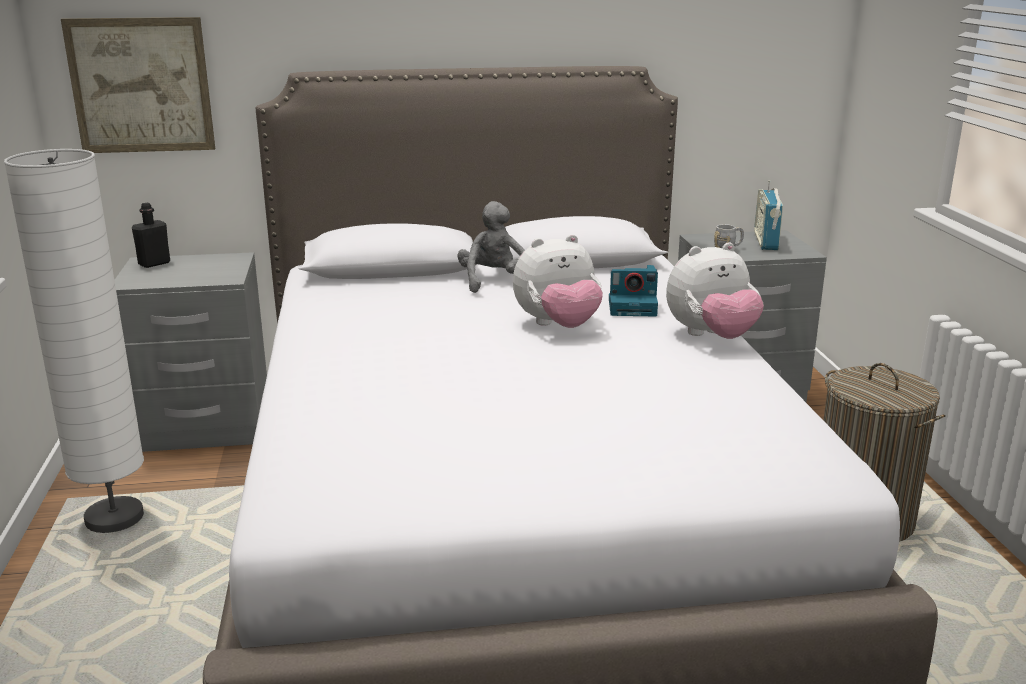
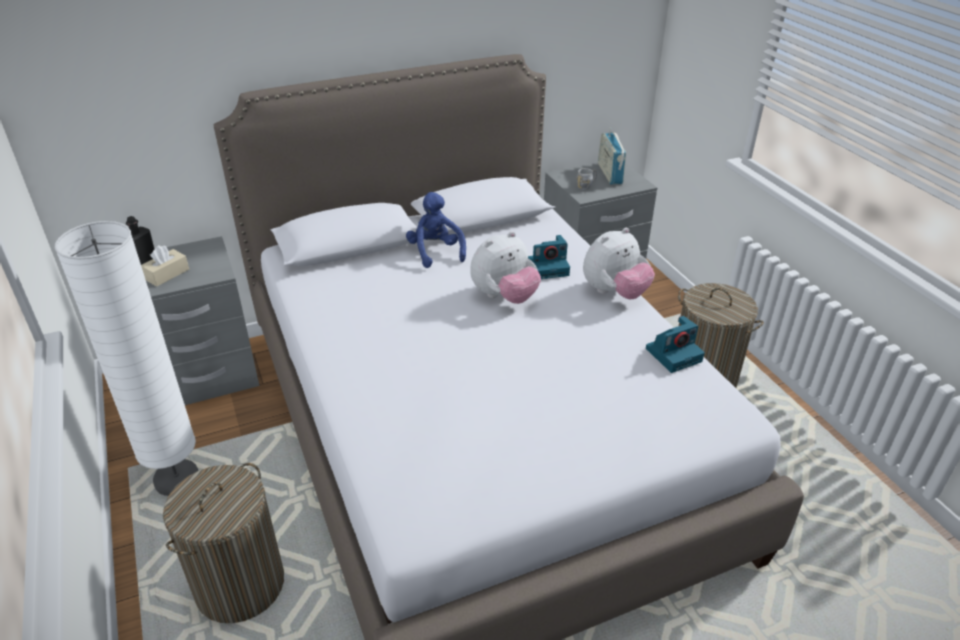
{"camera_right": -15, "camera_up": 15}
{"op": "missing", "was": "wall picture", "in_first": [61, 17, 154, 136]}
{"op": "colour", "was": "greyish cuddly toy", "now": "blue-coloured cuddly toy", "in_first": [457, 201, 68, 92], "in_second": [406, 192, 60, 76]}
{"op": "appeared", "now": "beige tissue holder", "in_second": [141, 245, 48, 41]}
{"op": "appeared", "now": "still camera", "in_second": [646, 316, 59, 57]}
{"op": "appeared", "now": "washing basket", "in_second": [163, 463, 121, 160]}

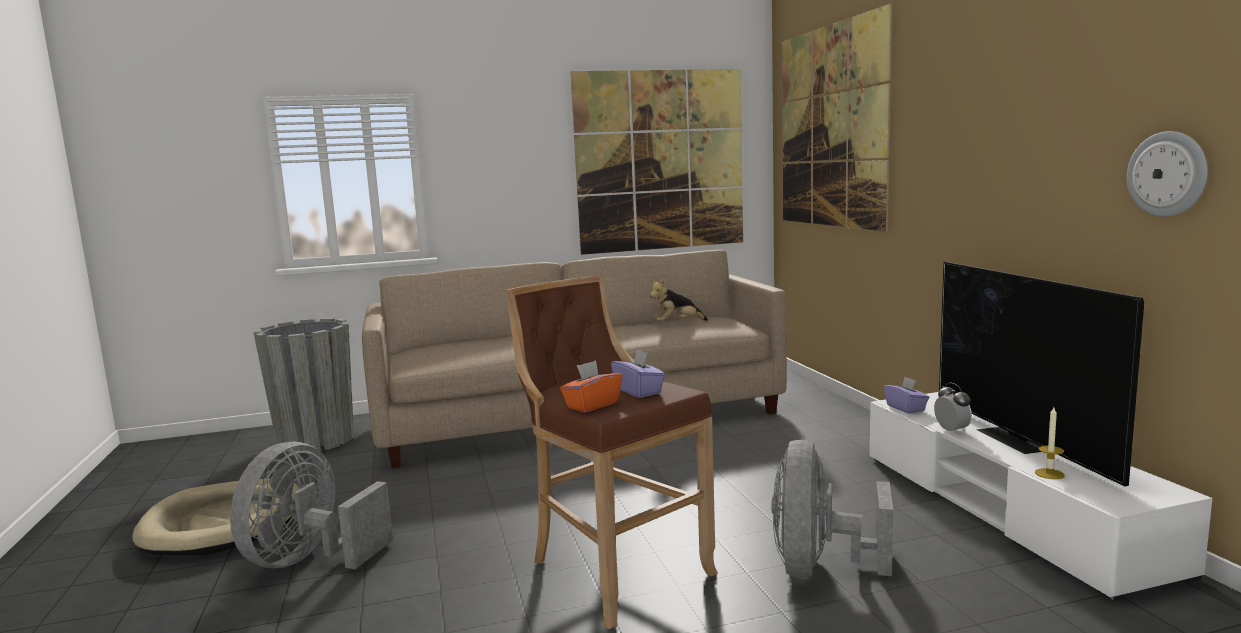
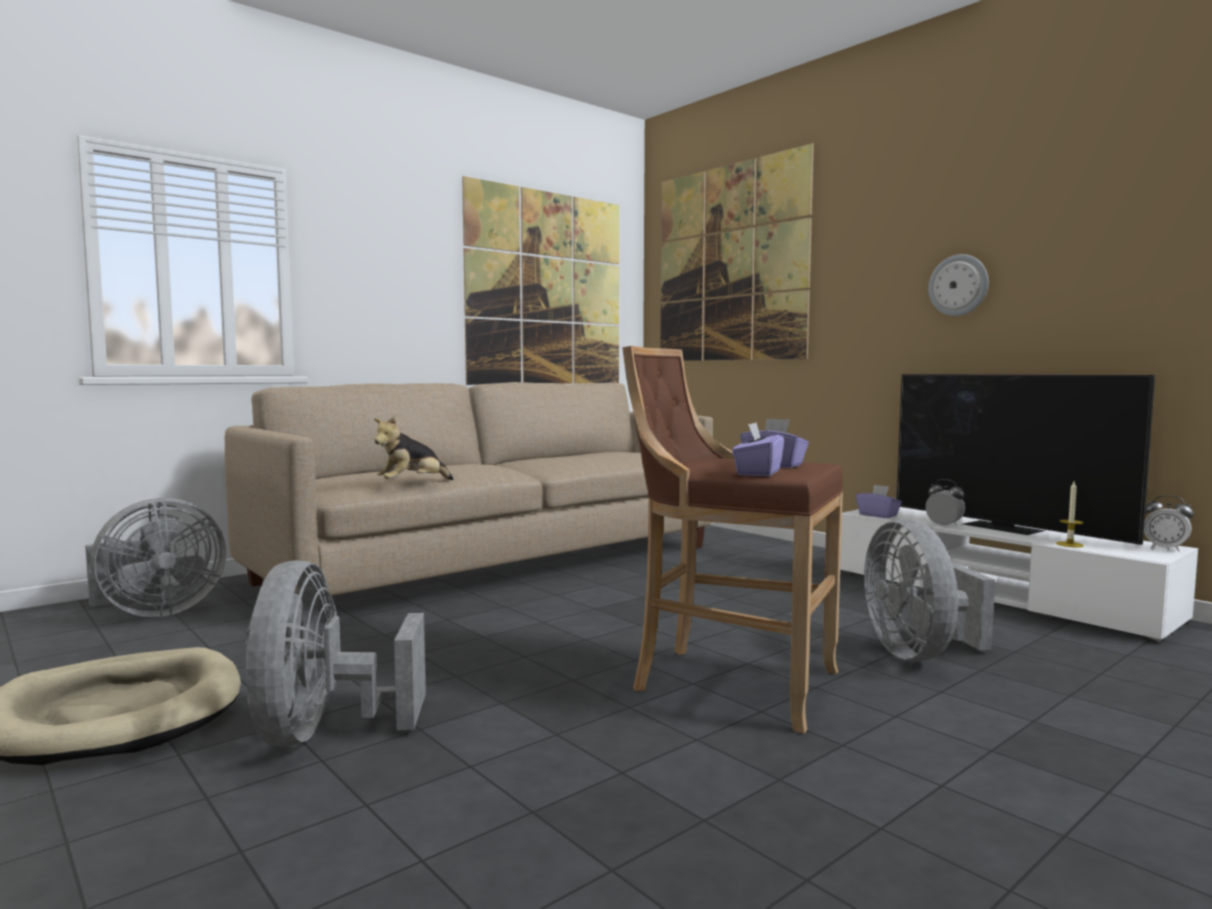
{"camera_right": -25, "camera_up": -5}
{"op": "relocated", "was": "clock on the wall", "in_first": [1127, 131, 81, 86], "in_second": [928, 254, 60, 62]}
{"op": "relocated", "was": "cuddly toy", "in_first": [650, 279, 58, 42], "in_second": [374, 417, 80, 63]}
{"op": "exchanged", "was": "greyish plant pot", "now": "greyish cooling fan", "in_first": [253, 318, 101, 136], "in_second": [85, 498, 141, 119]}
{"op": "colour", "was": "orangey tissue holder", "now": "purple tissue holder", "in_first": [560, 360, 62, 53], "in_second": [732, 422, 52, 55]}
{"op": "appeared", "now": "bedside clock", "in_second": [1144, 495, 50, 57]}

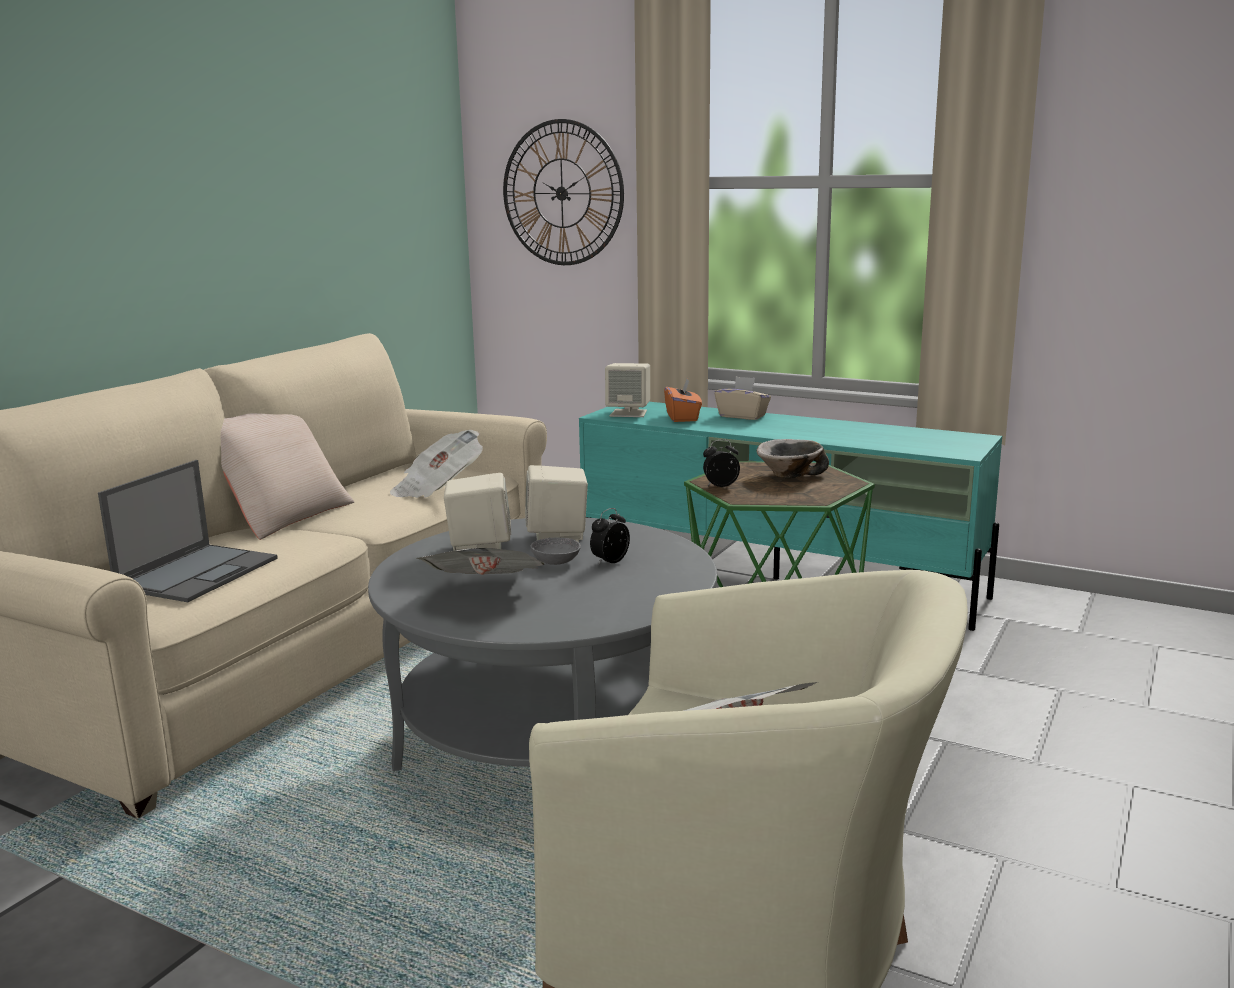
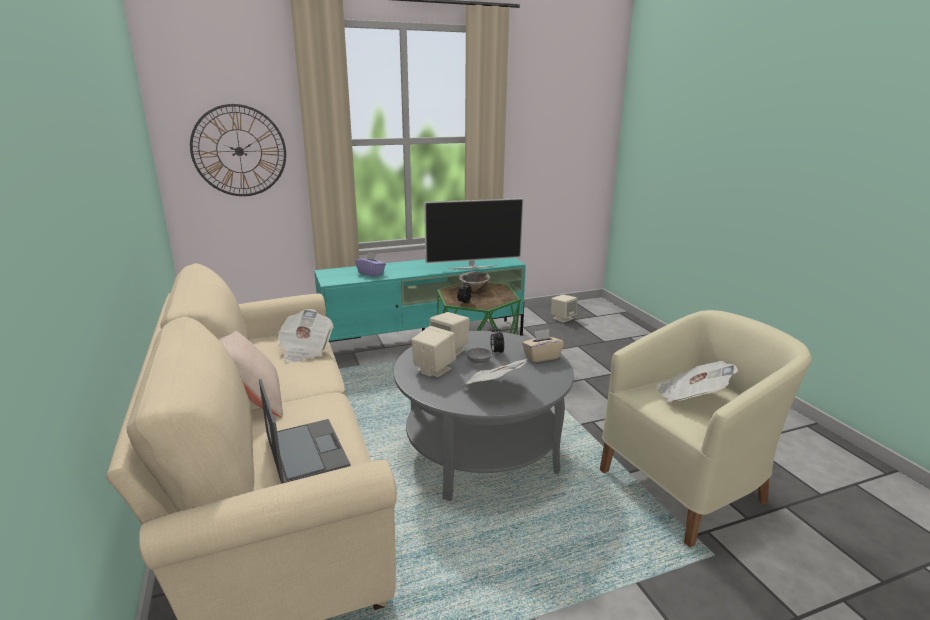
{"camera_right": -50, "camera_up": 5}
{"op": "relocated", "was": "beige audio speaker", "in_first": [605, 363, 45, 54], "in_second": [551, 295, 26, 28]}
{"op": "relocated", "was": "beige tissue holder", "in_first": [714, 376, 57, 44], "in_second": [522, 329, 42, 34]}
{"op": "colour", "was": "orangey tissue holder", "now": "purple tissue holder", "in_first": [664, 379, 38, 43], "in_second": [355, 252, 31, 25]}
{"op": "appeared", "now": "TV set", "in_second": [424, 198, 100, 71]}

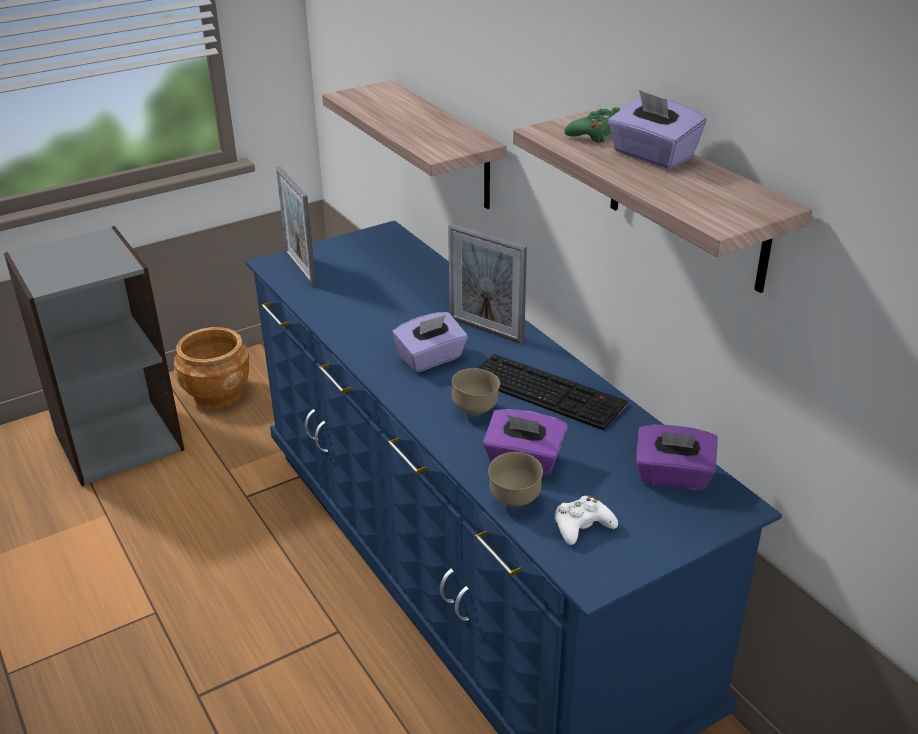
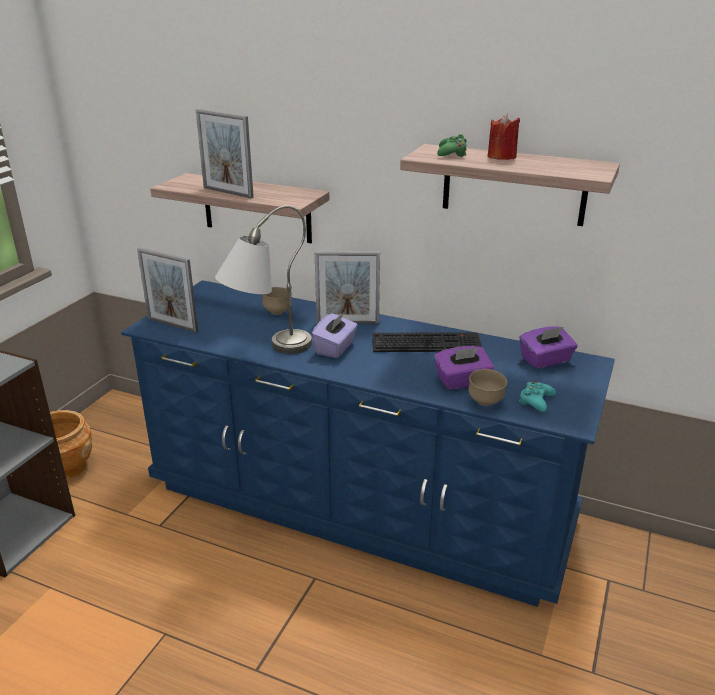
{"camera_right": -35, "camera_up": -5}
{"op": "exchanged", "was": "purple tissue holder", "now": "reddish candle", "in_first": [608, 90, 98, 79], "in_second": [488, 113, 32, 47]}
{"op": "relocated", "was": "brownish bowl", "in_first": [452, 368, 48, 48], "in_second": [262, 287, 30, 28]}
{"op": "colour", "was": "white-coloured game controller", "now": "turquoise game controller", "in_first": [555, 495, 63, 50], "in_second": [519, 381, 37, 31]}
{"op": "appeared", "now": "standing frame", "in_second": [196, 109, 58, 89]}
{"op": "appeared", "now": "greyish lamp for a table", "in_second": [215, 205, 97, 149]}

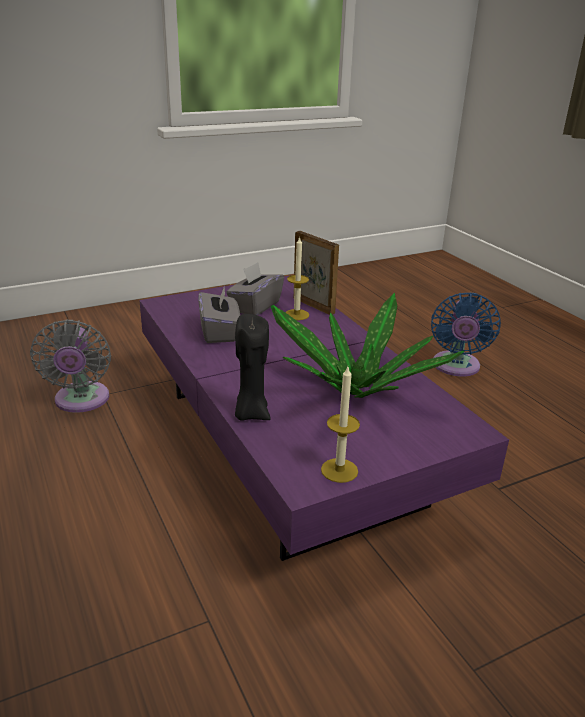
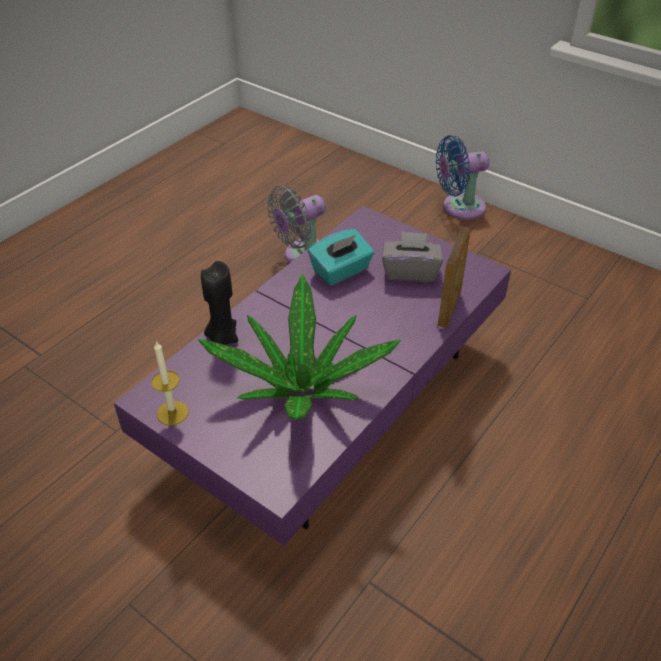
{"camera_right": 65, "camera_up": 15}
{"op": "missing", "was": "candle", "in_first": [285, 236, 24, 84]}
{"op": "colour", "was": "greyish tissue holder", "now": "turquoise tissue holder", "in_first": [198, 285, 42, 58], "in_second": [308, 229, 66, 56]}
{"op": "relocated", "was": "blue-coloured cooling fan", "in_first": [431, 292, 70, 84], "in_second": [436, 135, 53, 85]}

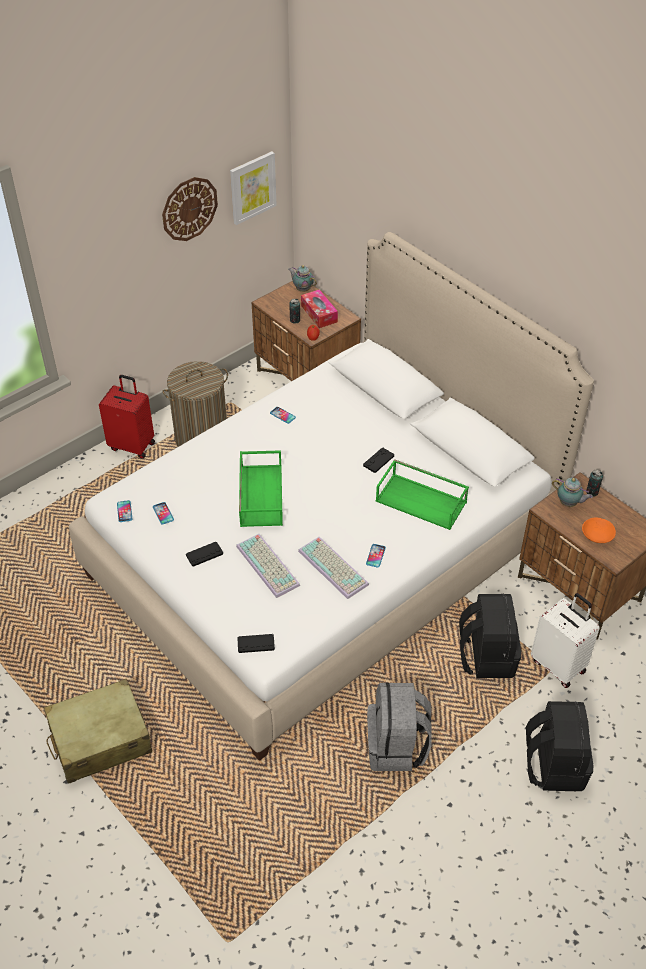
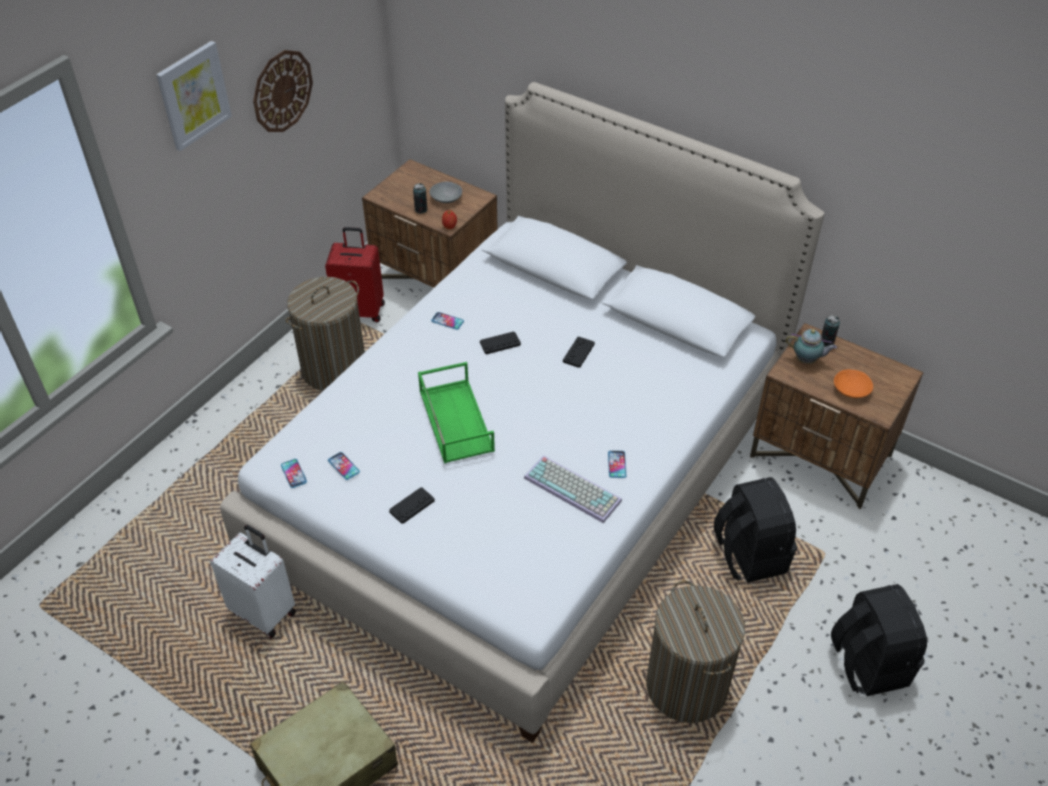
{"camera_right": -15, "camera_up": 0}
{"op": "relocated", "was": "wall picture", "in_first": [230, 151, 47, 74], "in_second": [156, 41, 76, 110]}
{"op": "missing", "was": "teapot", "in_first": [288, 265, 29, 27]}
{"op": "exchanged", "was": "tissue holder", "now": "greyish bowl", "in_first": [301, 289, 37, 39], "in_second": [429, 182, 33, 21]}
{"op": "relocated", "was": "reddish suitcase", "in_first": [99, 375, 56, 84], "in_second": [325, 227, 60, 95]}
{"op": "missing", "was": "green-coloured tray", "in_first": [376, 459, 93, 71]}
{"op": "missing", "was": "keyboard", "in_first": [236, 534, 64, 64]}
{"op": "relocated", "was": "white-coloured suitcase", "in_first": [531, 593, 69, 95], "in_second": [210, 525, 86, 113]}
{"op": "relocated", "was": "black-coloured game controller", "in_first": [237, 634, 38, 19], "in_second": [480, 331, 41, 23]}
{"op": "exchanged", "was": "greyish rucksack", "now": "washing basket", "in_first": [367, 683, 65, 88], "in_second": [646, 580, 99, 143]}

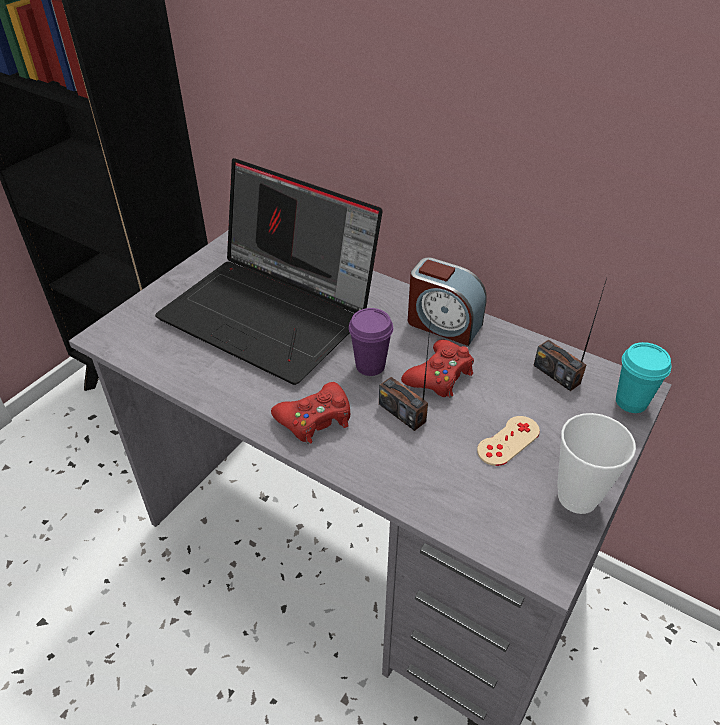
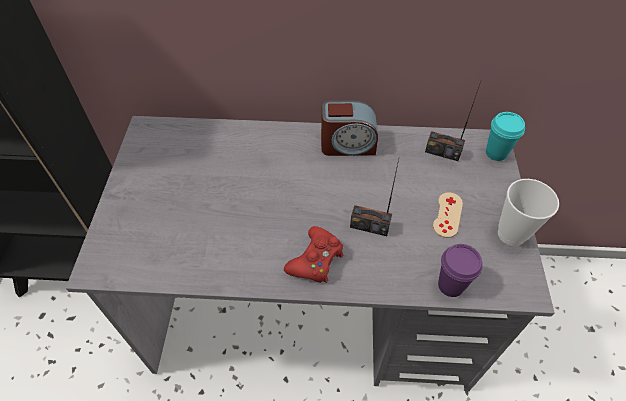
{"camera_right": -30, "camera_up": 10}
{"op": "missing", "was": "laptop", "in_first": [155, 158, 228, 227]}
{"op": "relocated", "was": "purple cup", "in_first": [349, 308, 44, 68], "in_second": [438, 244, 45, 53]}
{"op": "missing", "was": "reddish game controller", "in_first": [401, 340, 73, 58]}

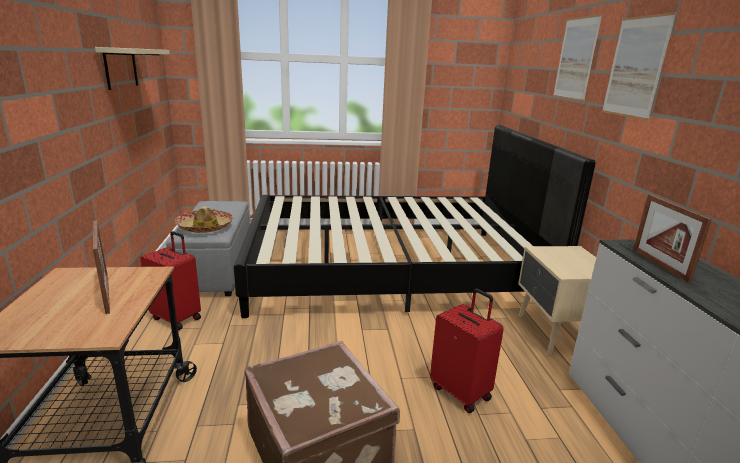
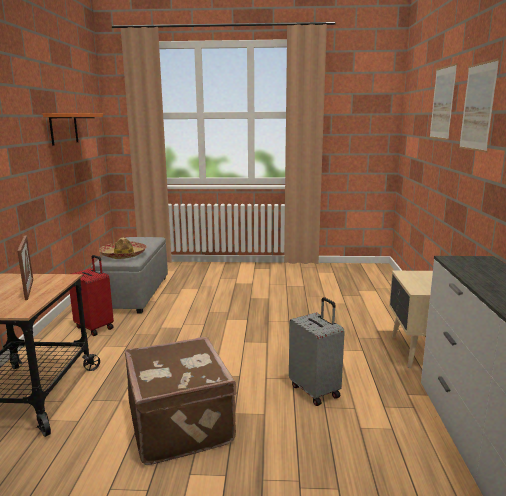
{"camera_right": 10, "camera_up": -5}
{"op": "colour", "was": "beige bracket shelf", "now": "orangey bracket shelf", "in_first": [95, 47, 75, 43], "in_second": [43, 113, 60, 33]}
{"op": "missing", "was": "black-coloured bed", "in_first": [234, 125, 362, 193]}
{"op": "missing", "was": "standing frame", "in_first": [633, 194, 79, 89]}
{"op": "colour", "was": "reddish suitcase", "now": "greyish suitcase", "in_first": [430, 289, 74, 124], "in_second": [289, 297, 56, 109]}

